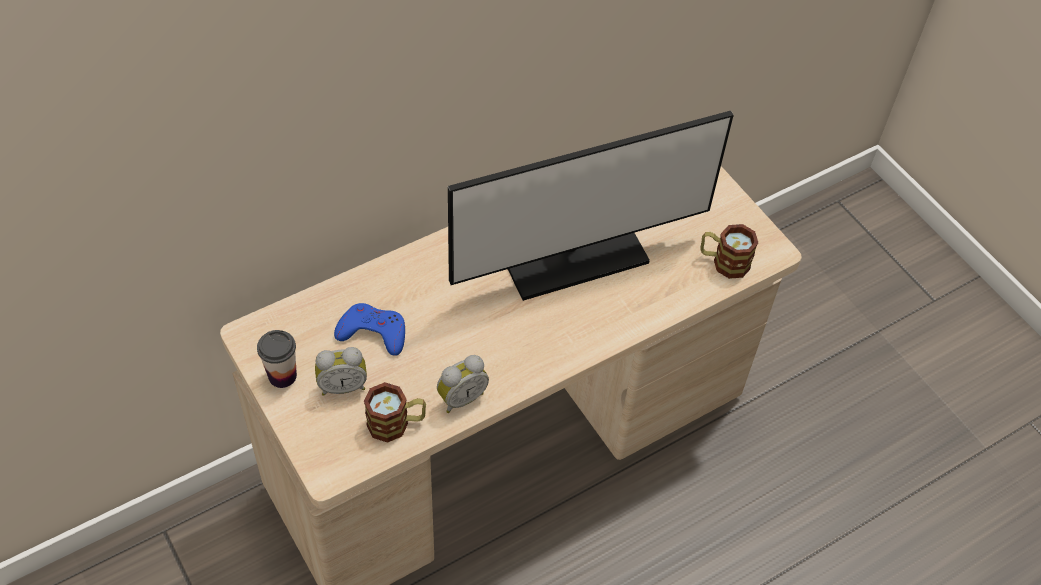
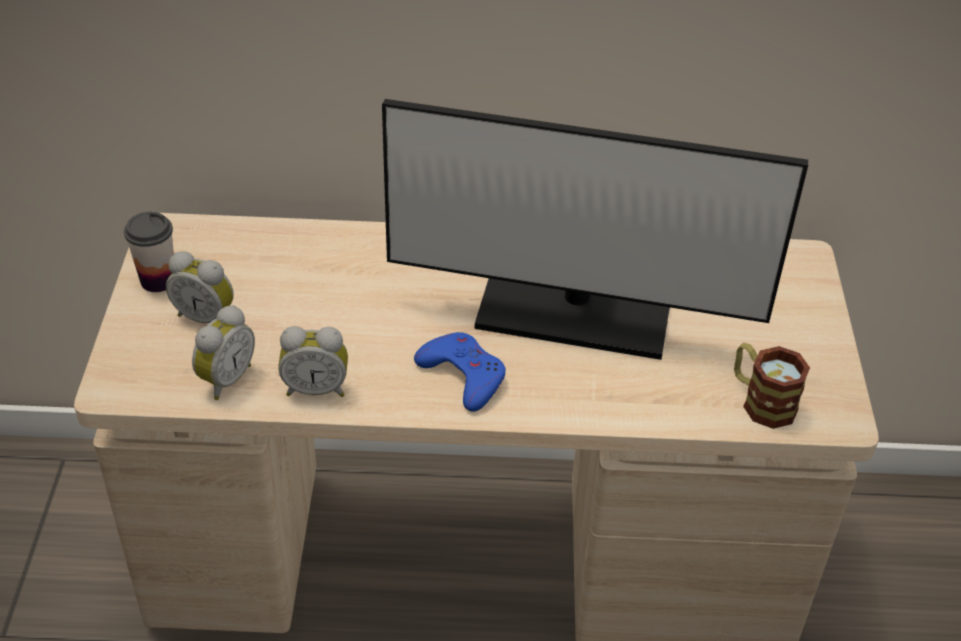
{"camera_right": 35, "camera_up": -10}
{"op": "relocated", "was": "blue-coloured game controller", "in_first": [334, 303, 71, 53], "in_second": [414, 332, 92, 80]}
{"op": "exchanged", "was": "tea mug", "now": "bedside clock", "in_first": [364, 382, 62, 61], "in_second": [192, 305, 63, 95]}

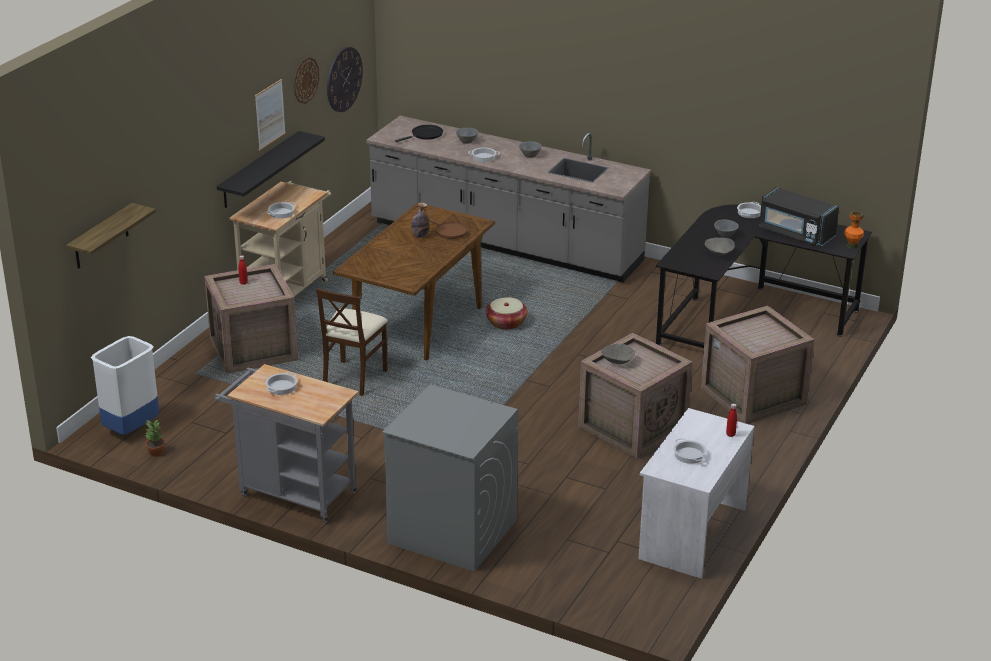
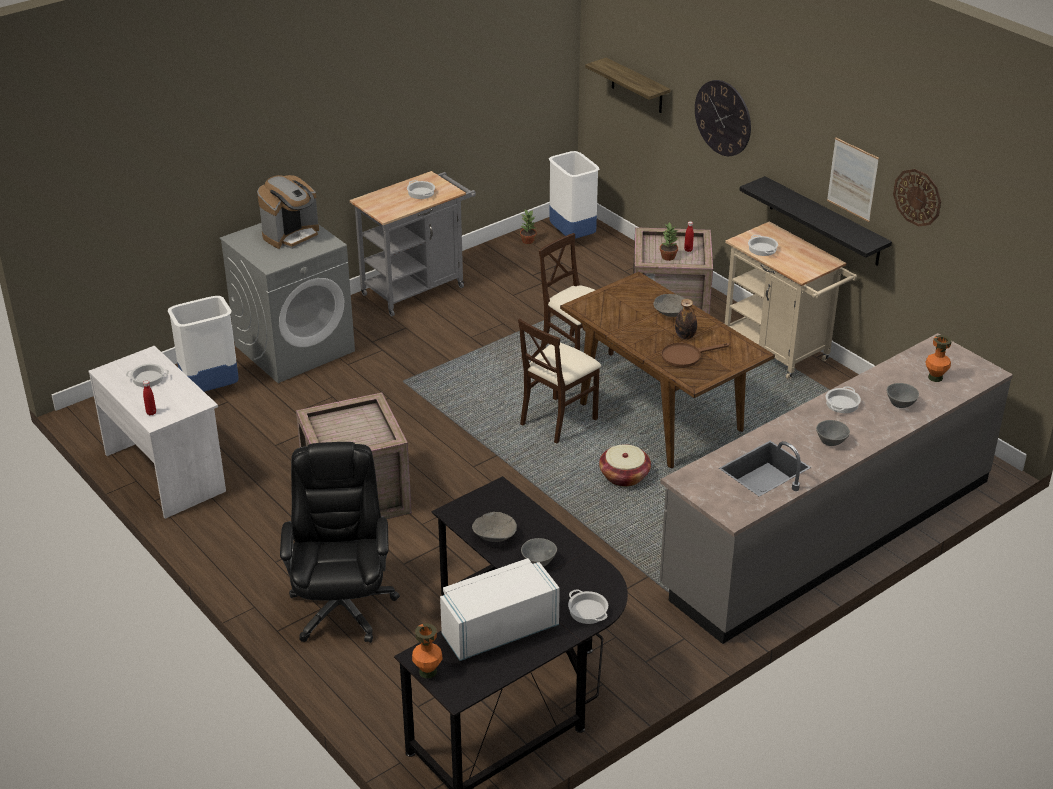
{"camera_right": 115, "camera_up": 5}
{"op": "relocated", "was": "clock on the wall", "in_first": [327, 47, 36, 65], "in_second": [695, 80, 56, 76]}
{"op": "exchanged", "was": "black-coloured pan", "now": "orangey vase", "in_first": [395, 125, 48, 17], "in_second": [925, 335, 27, 47]}
{"op": "colour", "was": "black-coloured microwave", "now": "white-coloured microwave", "in_first": [759, 187, 80, 59], "in_second": [440, 558, 120, 103]}
{"op": "exchanged", "was": "packing crate", "now": "black-coloured computer chair", "in_first": [701, 305, 113, 119], "in_second": [280, 442, 120, 201]}
{"op": "relocated", "was": "greyish bowl", "in_first": [601, 344, 34, 20], "in_second": [653, 294, 32, 23]}
{"op": "appeared", "now": "coffee brewer", "in_second": [257, 175, 62, 74]}
{"op": "appeared", "now": "potted plant", "in_second": [660, 222, 19, 39]}
{"op": "appeared", "now": "white-coloured waste bin", "in_second": [167, 296, 72, 96]}
{"op": "appeared", "now": "beige upright chair", "in_second": [518, 318, 83, 126]}

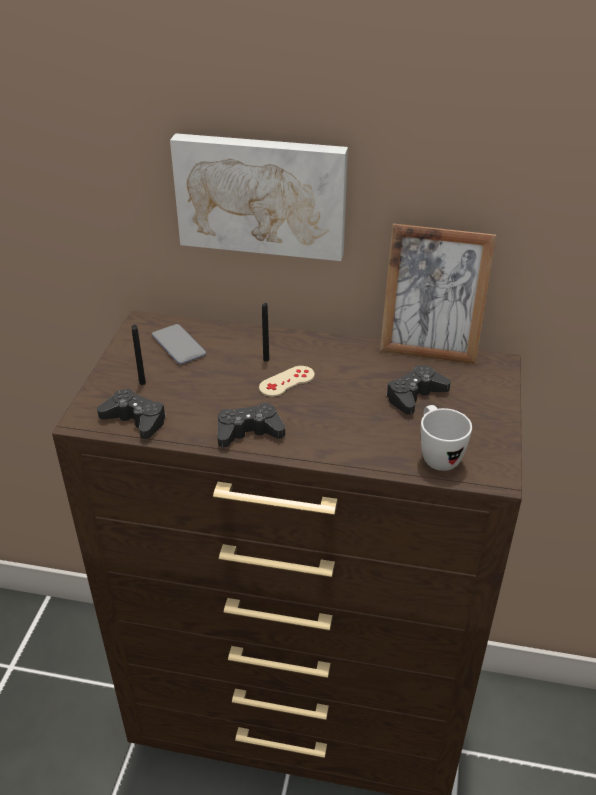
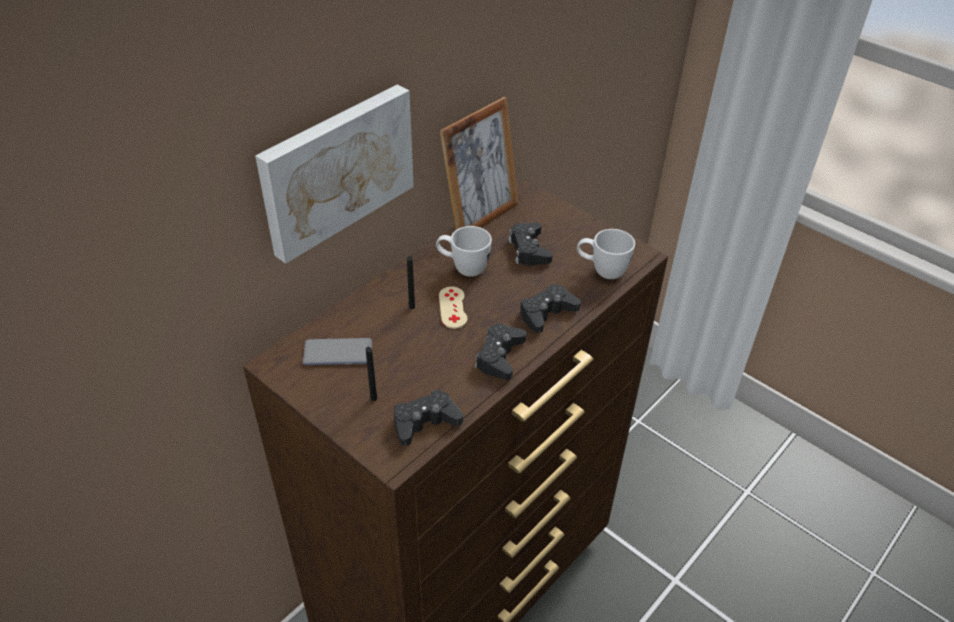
{"camera_right": -60, "camera_up": 5}
{"op": "appeared", "now": "white-coloured tea mug", "in_second": [436, 226, 56, 51]}
{"op": "appeared", "now": "black-coloured game controller", "in_second": [520, 284, 61, 49]}

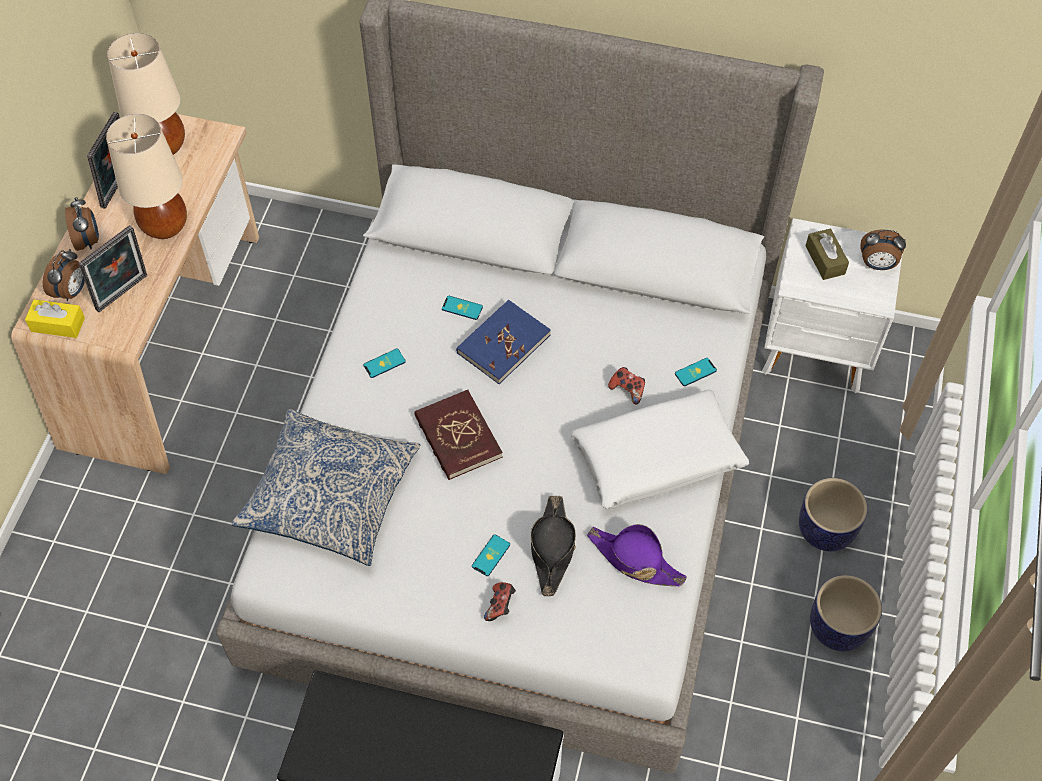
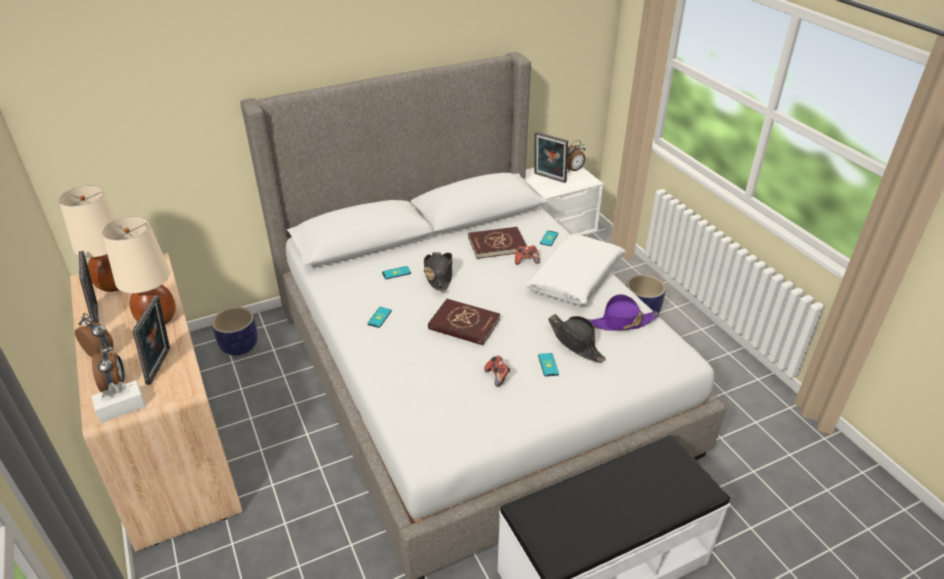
{"camera_right": -40, "camera_up": -20}
{"op": "exchanged", "was": "brownish tissue holder", "now": "standing frame", "in_first": [806, 229, 43, 51], "in_second": [534, 132, 34, 51]}
{"op": "colour", "was": "yellow-coloured tissue holder", "now": "white-coloured tissue holder", "in_first": [25, 299, 60, 39], "in_second": [91, 380, 55, 43]}
{"op": "exchanged", "was": "blue-coloured volume", "now": "black-coloured wearable hat", "in_first": [456, 300, 95, 84], "in_second": [424, 252, 28, 39]}
{"op": "missing", "was": "cushion", "in_first": [231, 409, 189, 157]}
{"op": "relocated", "was": "plant pot", "in_first": [810, 575, 72, 76], "in_second": [212, 307, 46, 49]}
{"op": "relocated", "was": "game controller", "in_first": [484, 582, 32, 39], "in_second": [484, 356, 26, 31]}
{"op": "appeared", "now": "reddish volume", "in_second": [468, 227, 59, 32]}

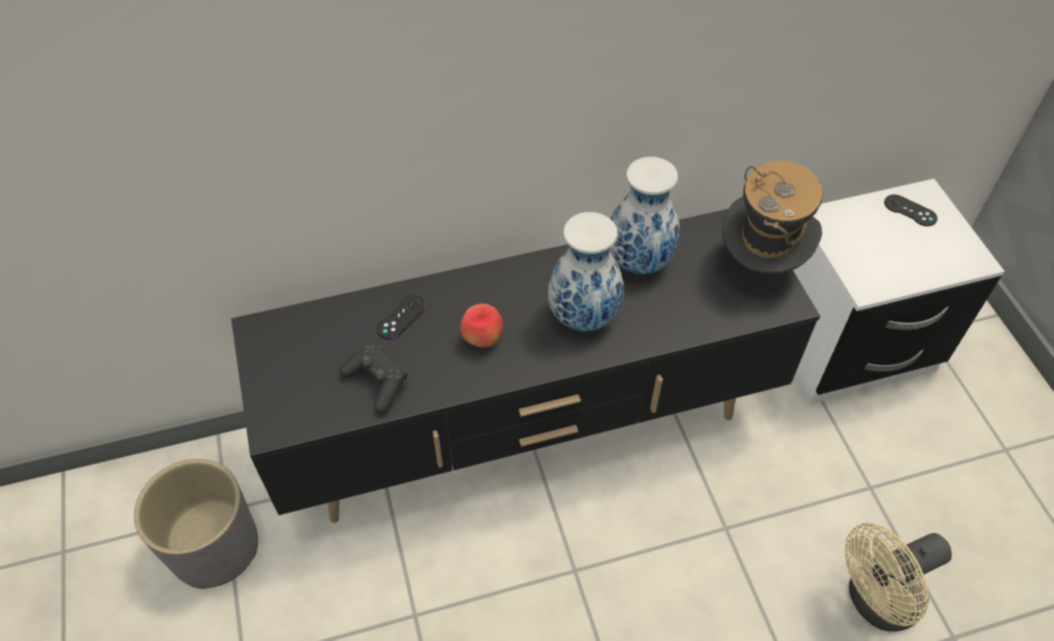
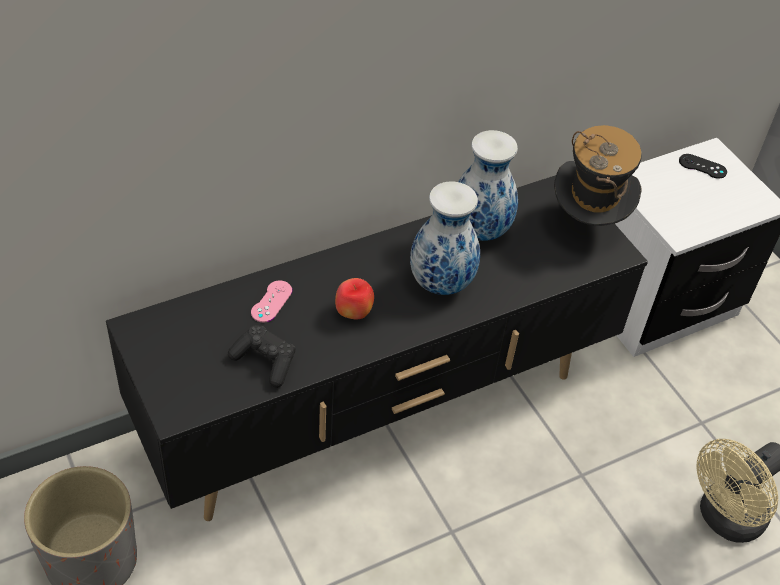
{"camera_right": -15, "camera_up": -5}
{"op": "colour", "was": "black-coloured game controller", "now": "pink game controller", "in_first": [376, 295, 49, 44], "in_second": [251, 280, 41, 42]}

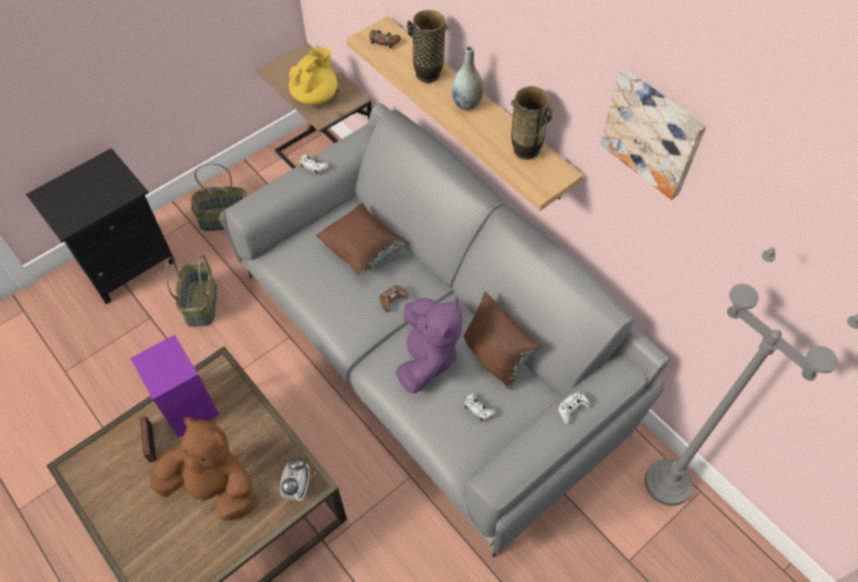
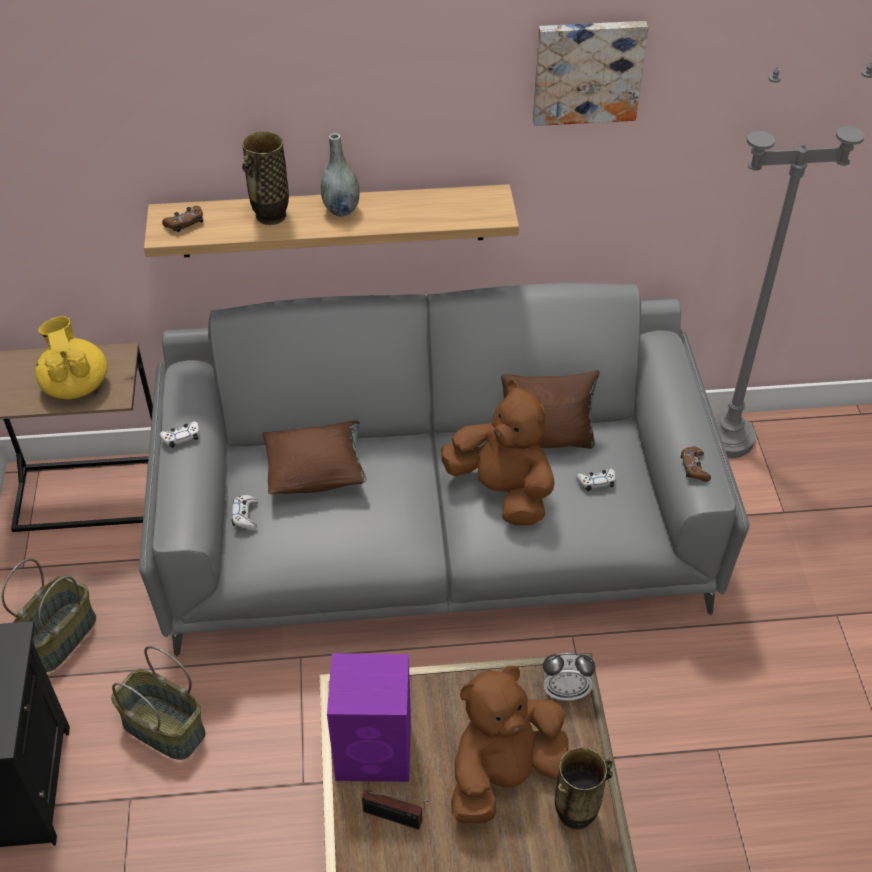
{"camera_right": -55, "camera_up": -10}
{"op": "relocated", "was": "vase", "in_first": [511, 86, 42, 74], "in_second": [555, 747, 58, 83]}
{"op": "relocated", "was": "brownish game controller", "in_first": [379, 285, 30, 27], "in_second": [681, 447, 30, 35]}
{"op": "colour", "was": "purple cuddly toy", "now": "brownish cuddly toy", "in_first": [396, 297, 67, 96], "in_second": [441, 381, 114, 144]}
{"op": "relocated", "was": "white-coloured game controller", "in_first": [558, 392, 32, 32], "in_second": [232, 495, 26, 35]}
{"op": "spun", "was": "bedside clock", "in_first": [280, 457, 30, 44], "in_second": [543, 653, 52, 48], "clockwise": 135}

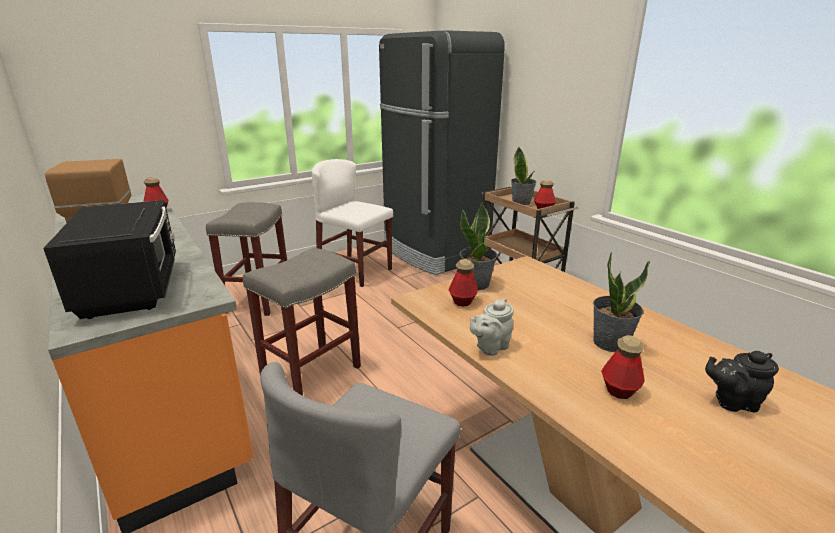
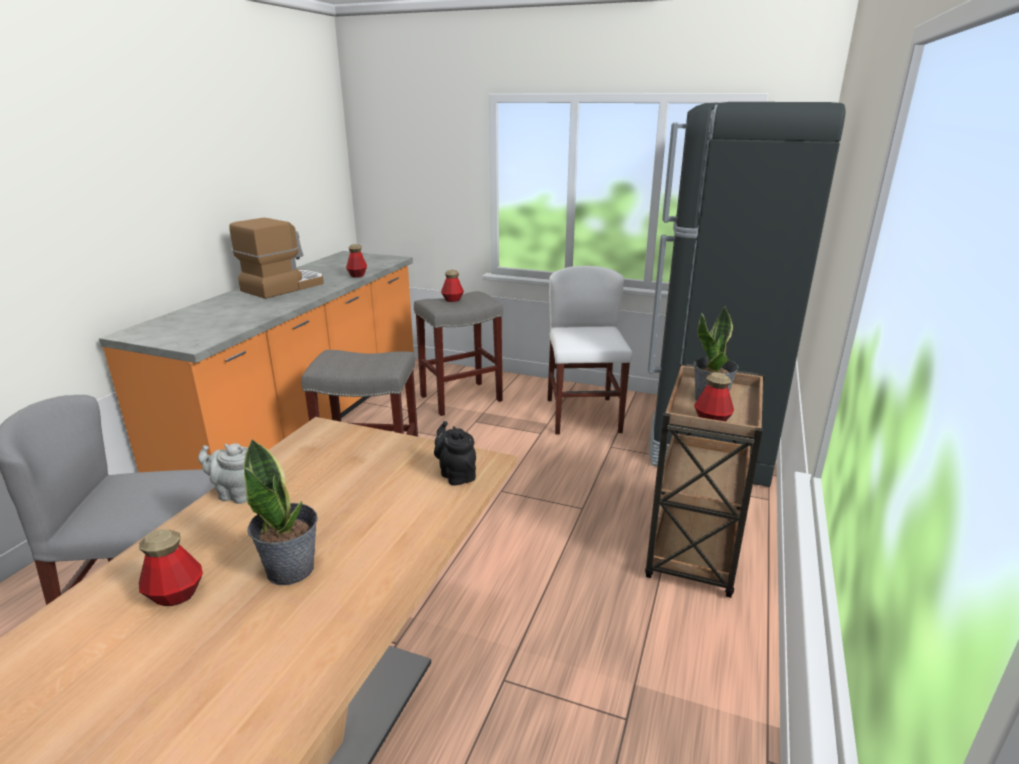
{"camera_right": 55, "camera_up": 0}
{"op": "missing", "was": "black-coloured microwave", "in_first": [43, 200, 133, 119]}
{"op": "missing", "was": "potted plant", "in_first": [460, 202, 37, 88]}
{"op": "relocated", "was": "drink bottle", "in_first": [448, 259, 30, 47], "in_second": [441, 270, 23, 32]}
{"op": "relocated", "was": "black-coloured teapot", "in_first": [705, 351, 74, 61], "in_second": [434, 421, 42, 65]}

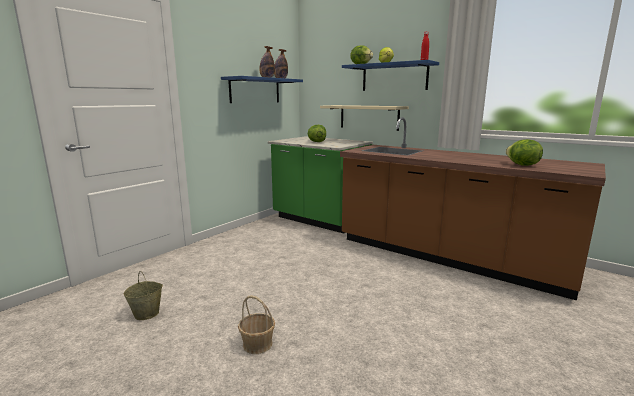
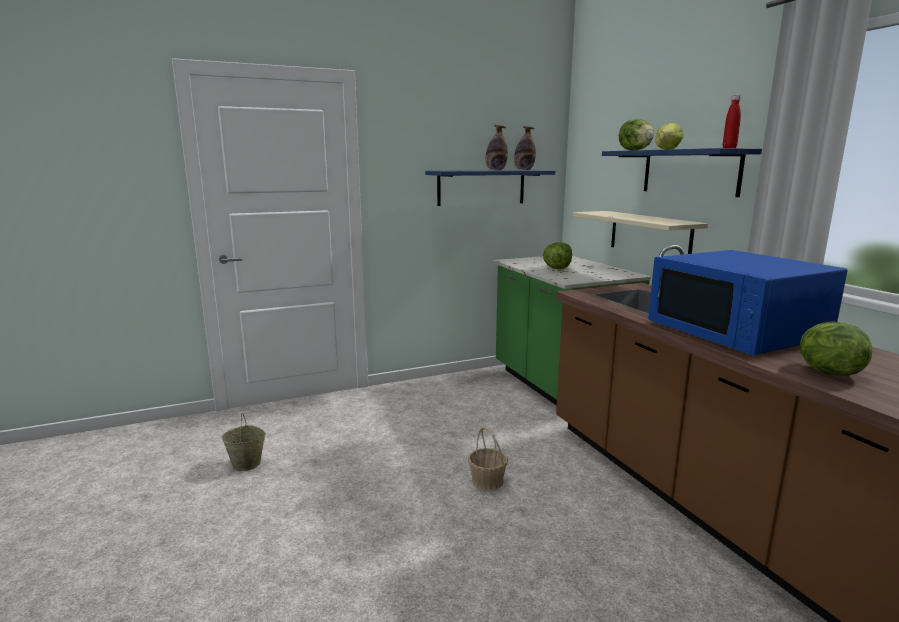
{"camera_right": 30, "camera_up": 0}
{"op": "relocated", "was": "basket", "in_first": [238, 295, 37, 59], "in_second": [468, 426, 40, 65]}
{"op": "appeared", "now": "blue-coloured microwave", "in_second": [648, 250, 199, 105]}

